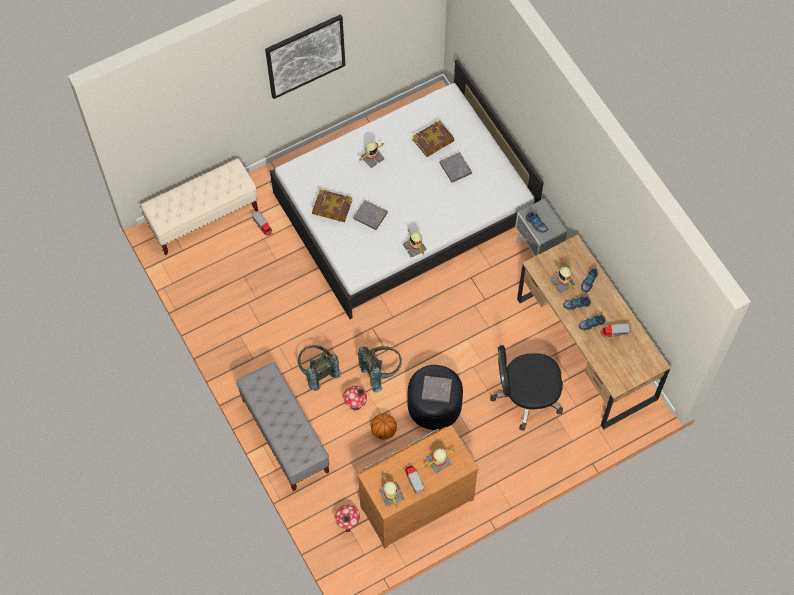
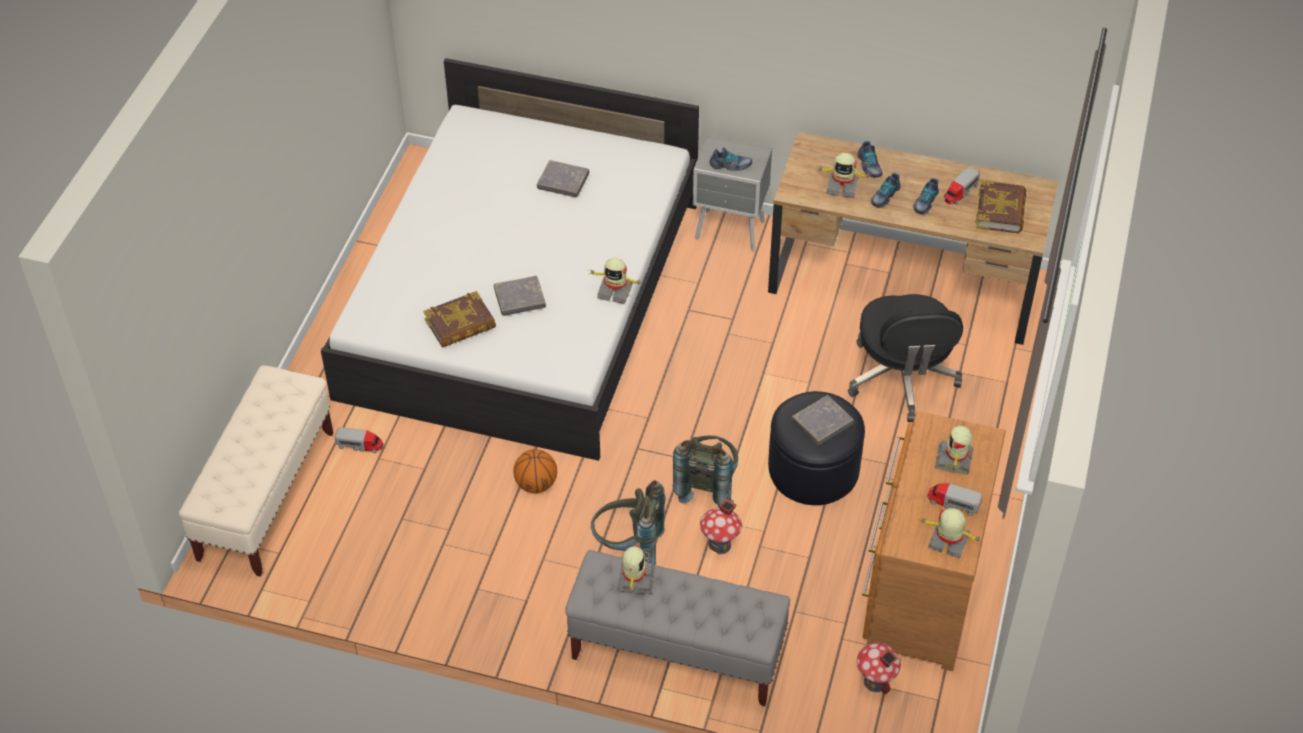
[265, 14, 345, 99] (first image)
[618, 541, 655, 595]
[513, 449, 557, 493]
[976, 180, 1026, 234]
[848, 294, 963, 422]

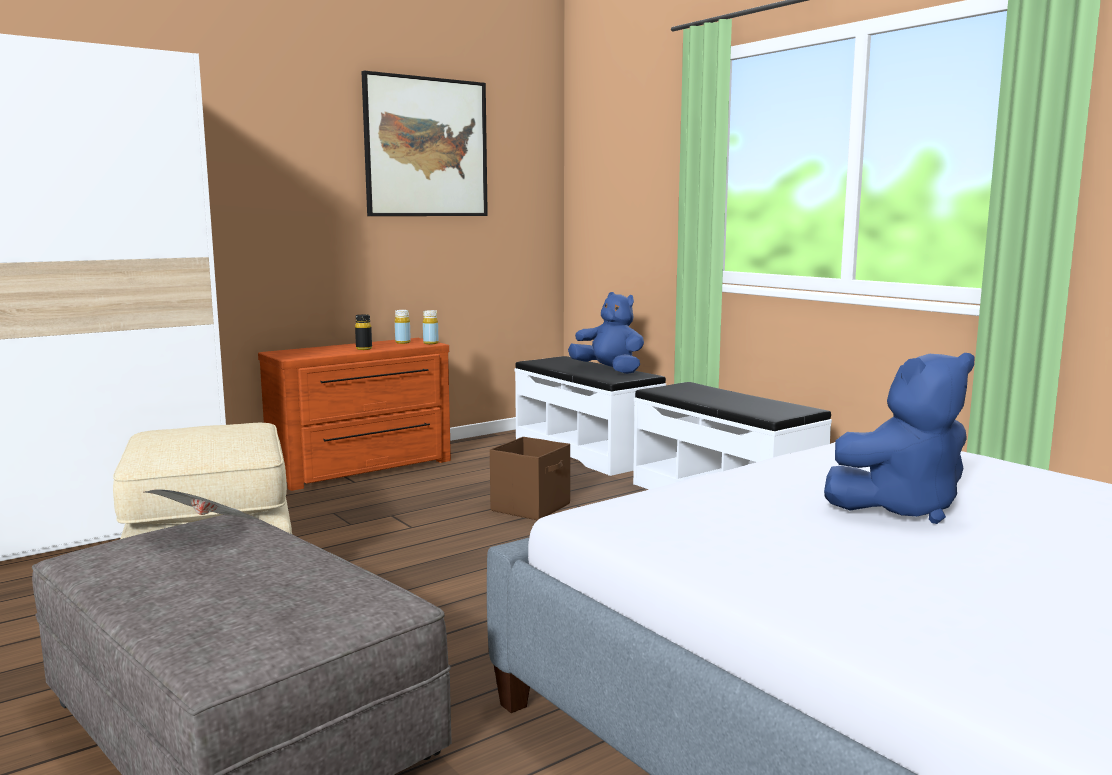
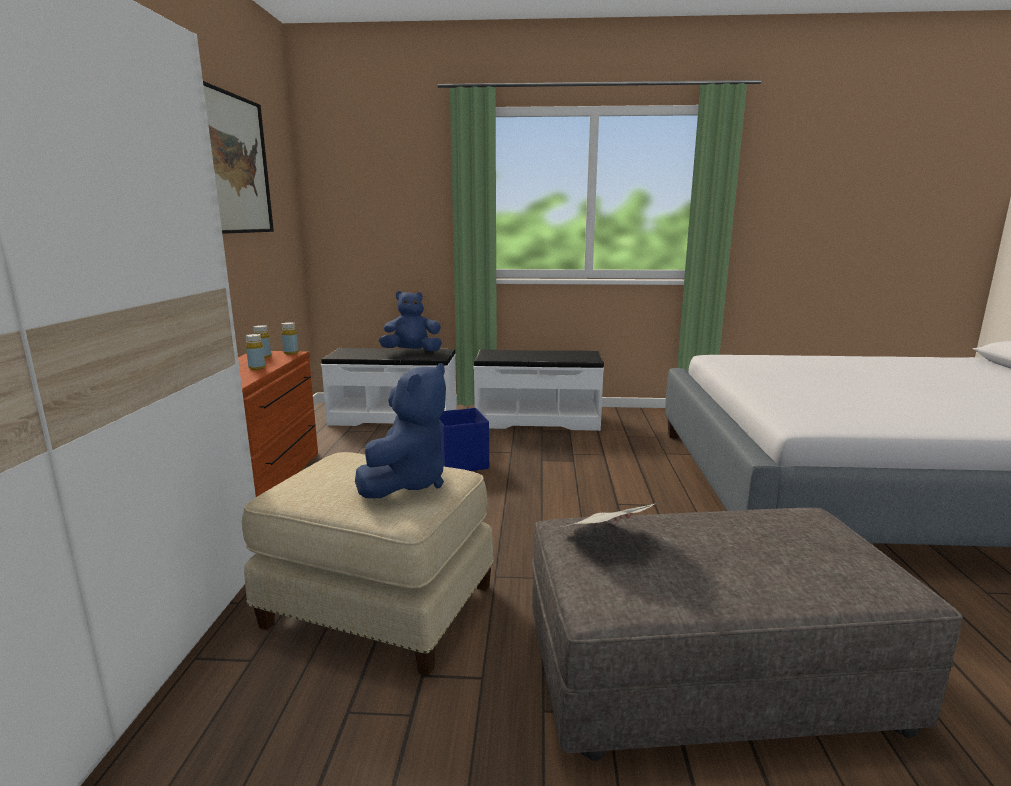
[246, 334, 265, 370]
[439, 408, 489, 471]
[355, 363, 446, 498]

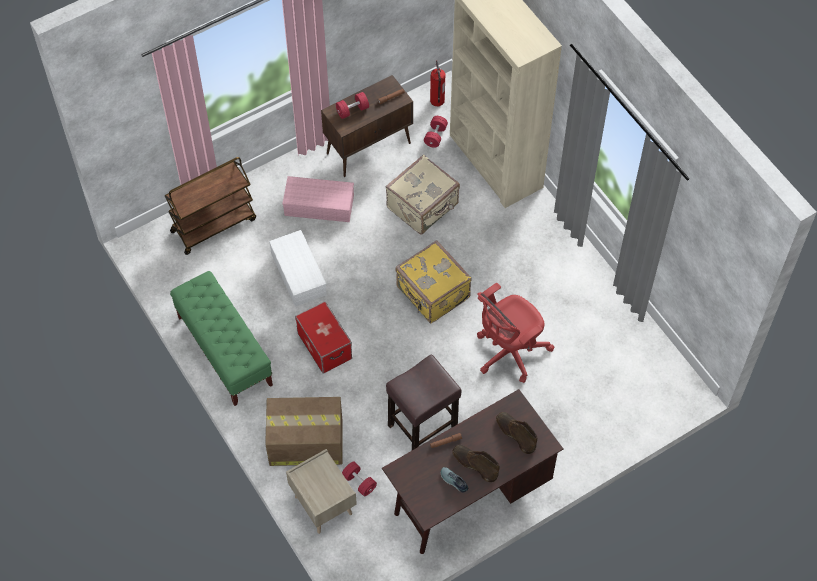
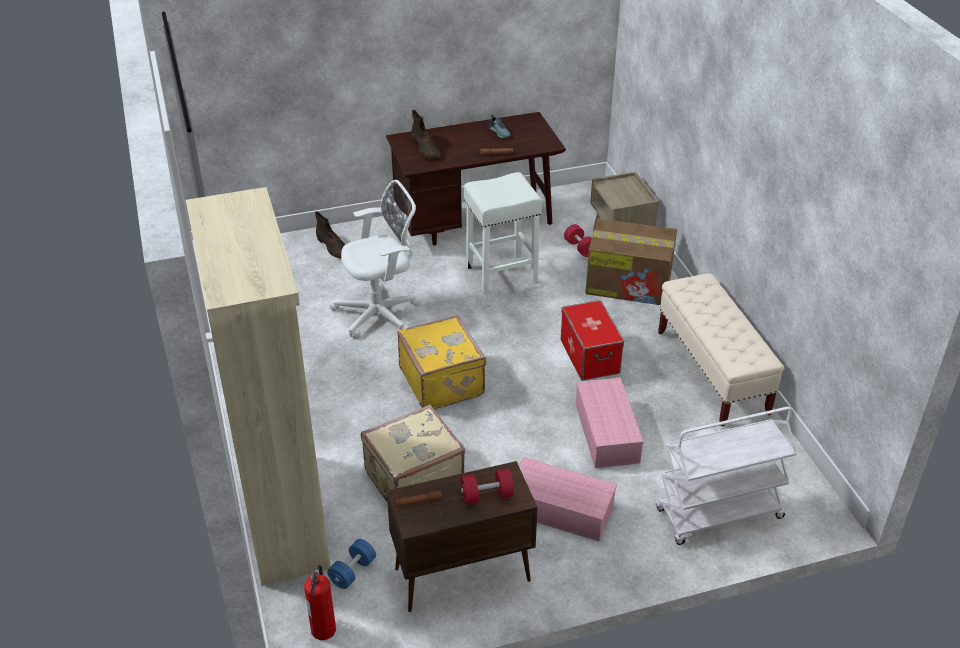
[656, 407, 797, 545]
[658, 273, 785, 426]
[576, 378, 644, 468]
[464, 172, 542, 294]
[327, 539, 376, 589]
[315, 211, 345, 258]
[329, 180, 421, 339]

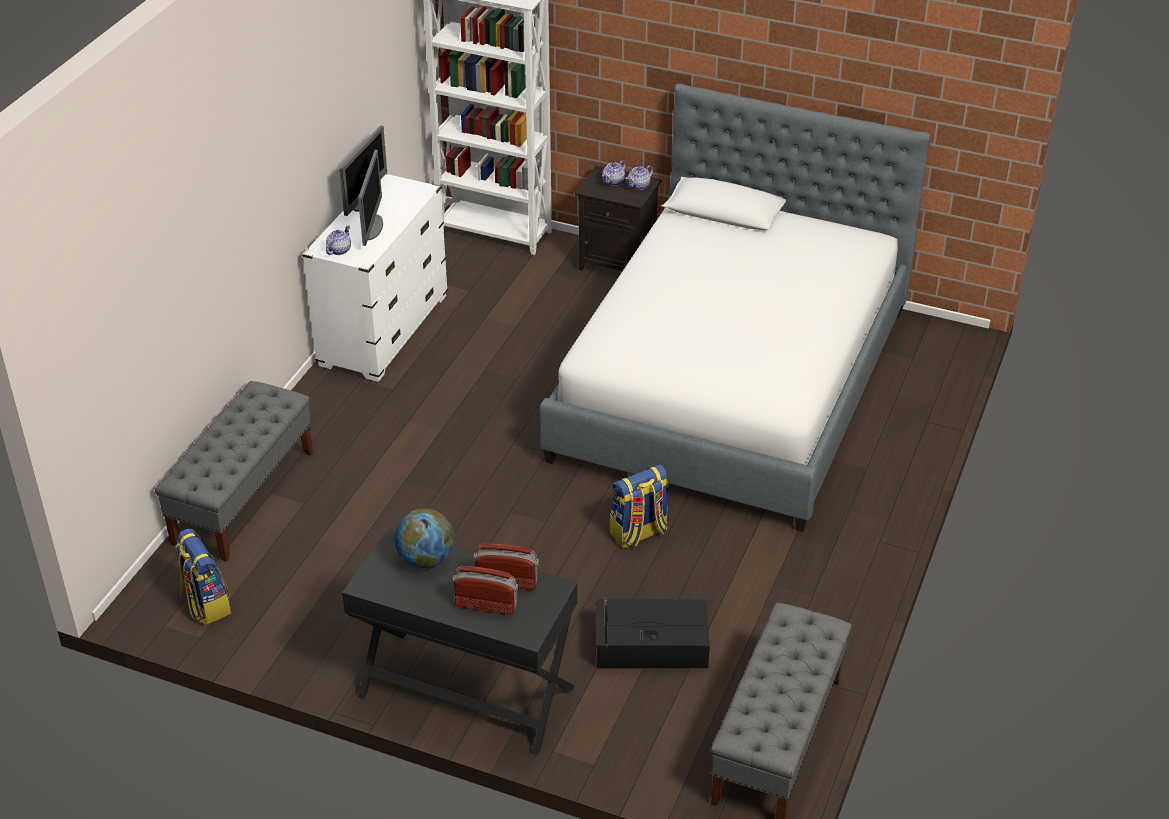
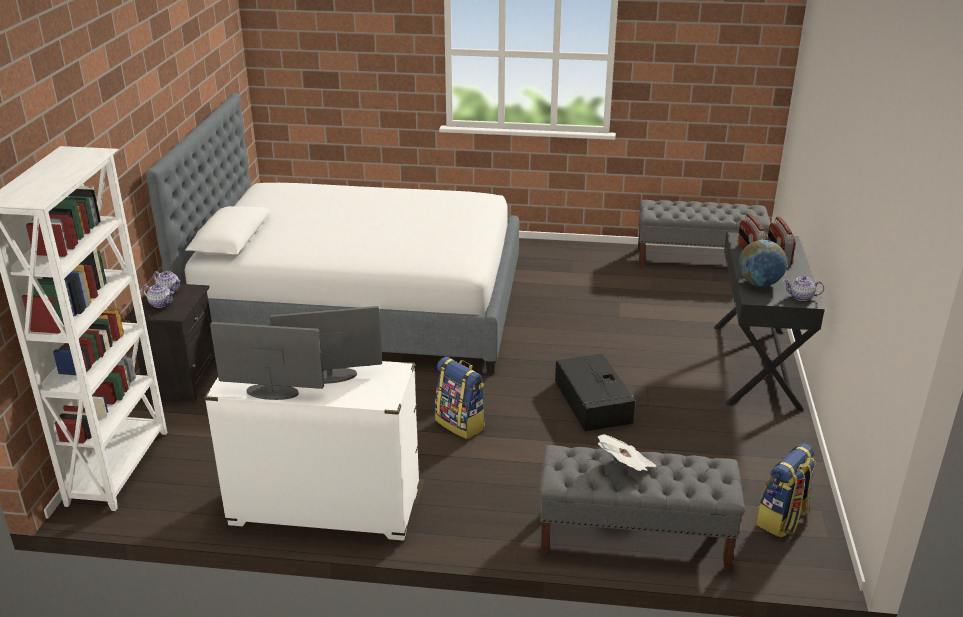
[783, 276, 824, 301]
[555, 354, 636, 431]
[435, 357, 485, 439]
[597, 434, 656, 471]

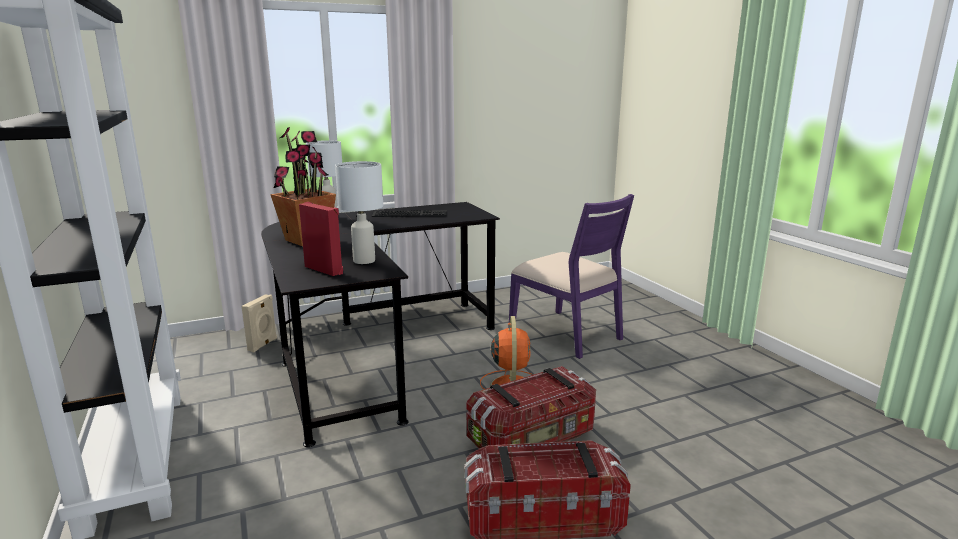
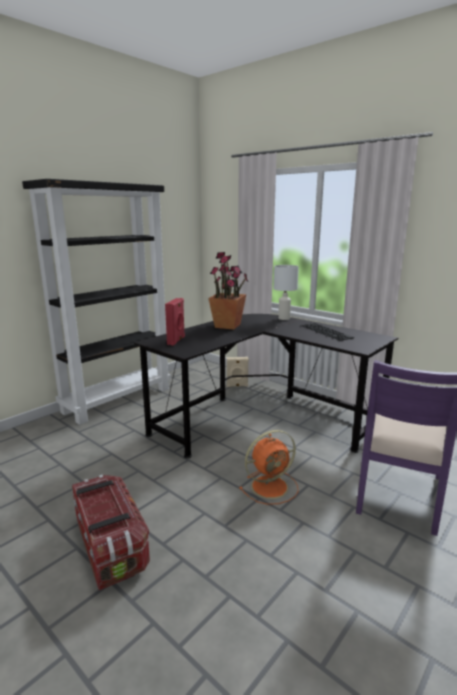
[335, 161, 383, 264] (first image)
[466, 366, 596, 448] (first image)

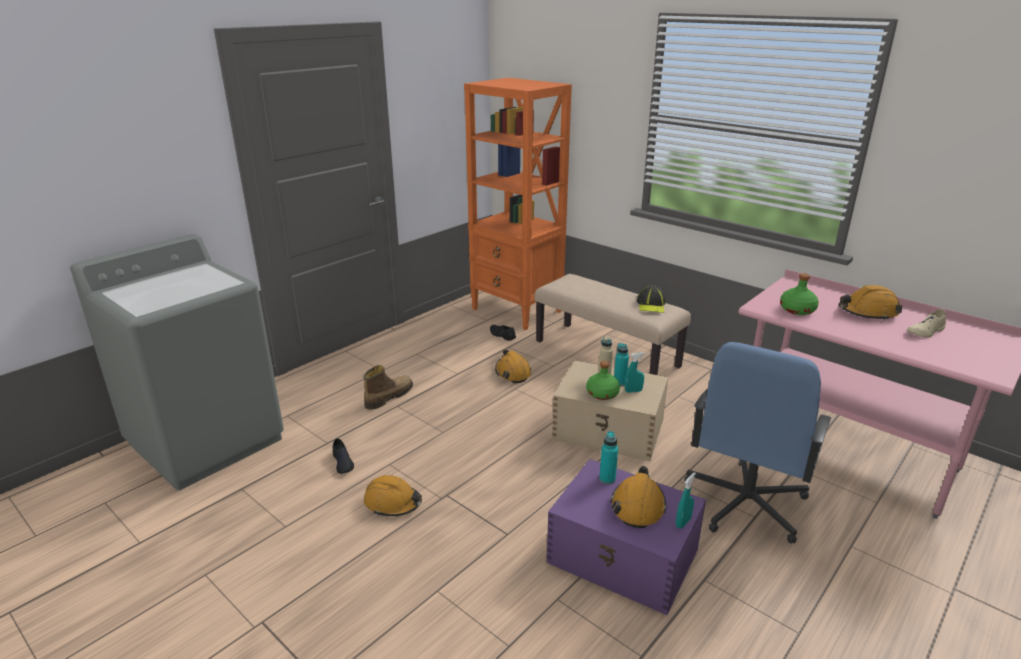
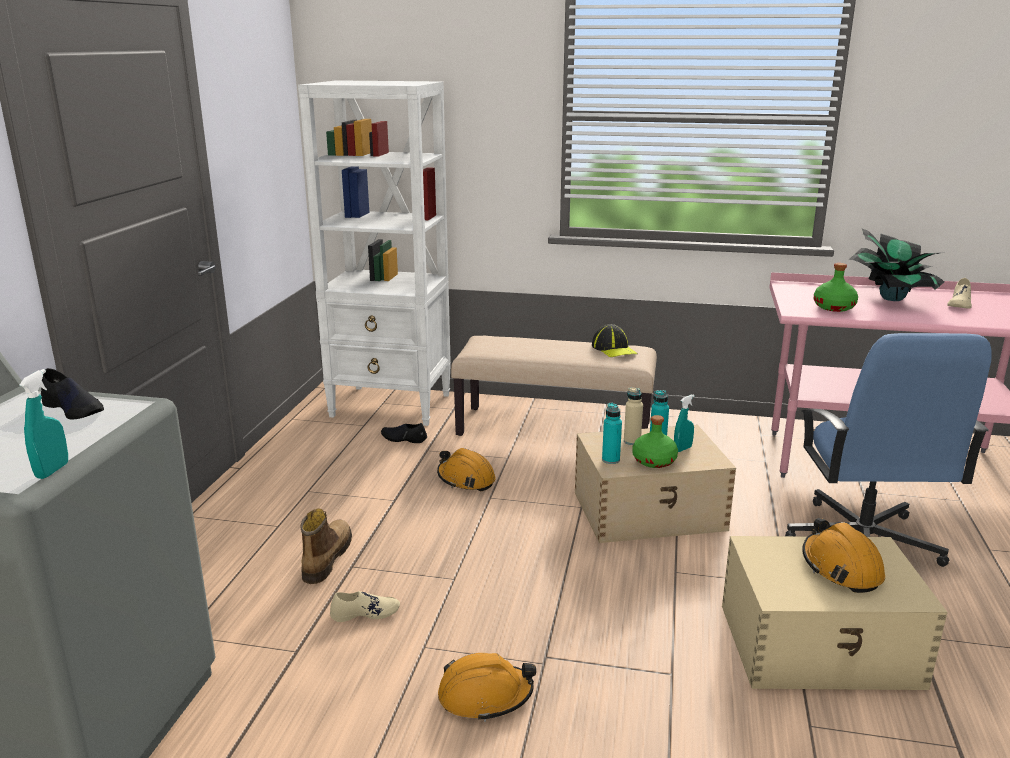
[41, 368, 104, 419]
[298, 80, 451, 426]
[722, 536, 948, 690]
[602, 403, 622, 464]
[20, 369, 68, 479]
[849, 229, 944, 301]
[330, 591, 400, 622]

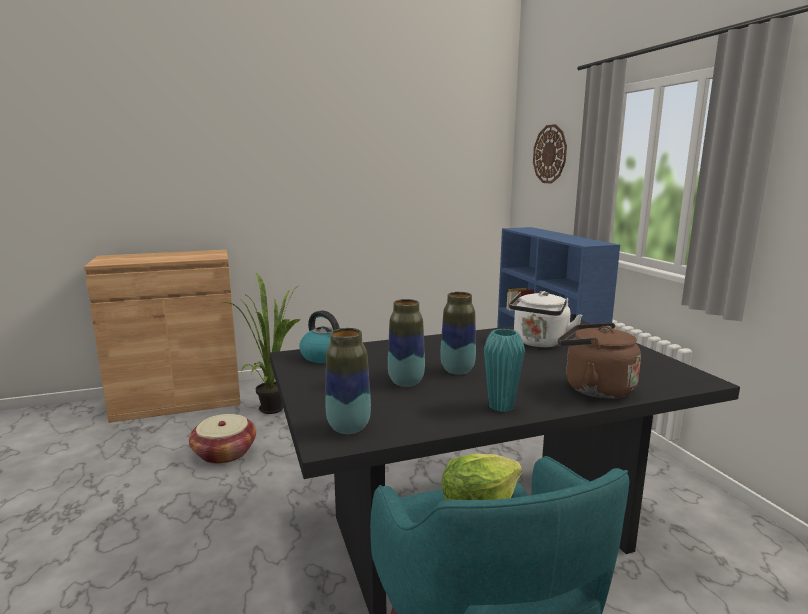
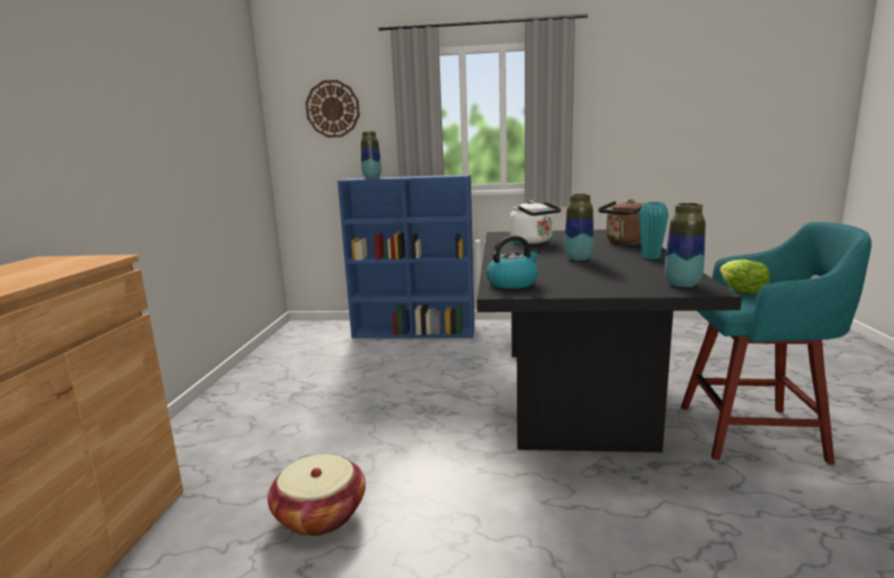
[223, 273, 301, 414] (first image)
[361, 131, 382, 179]

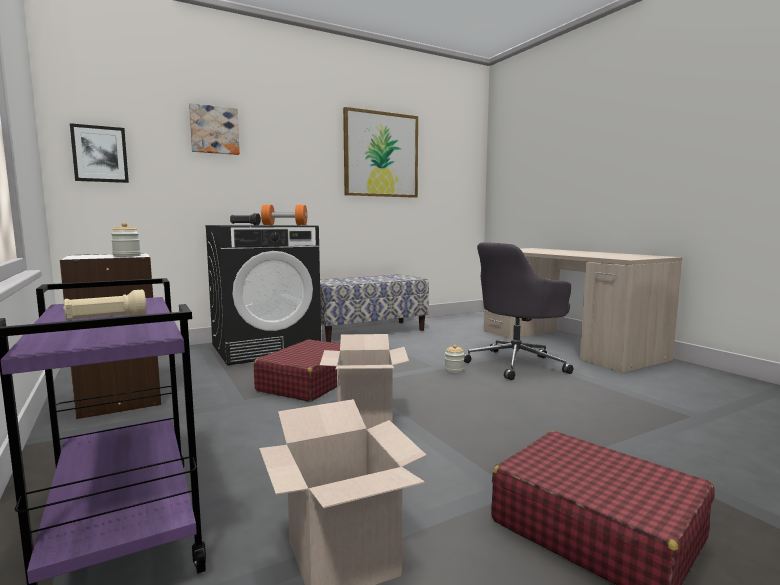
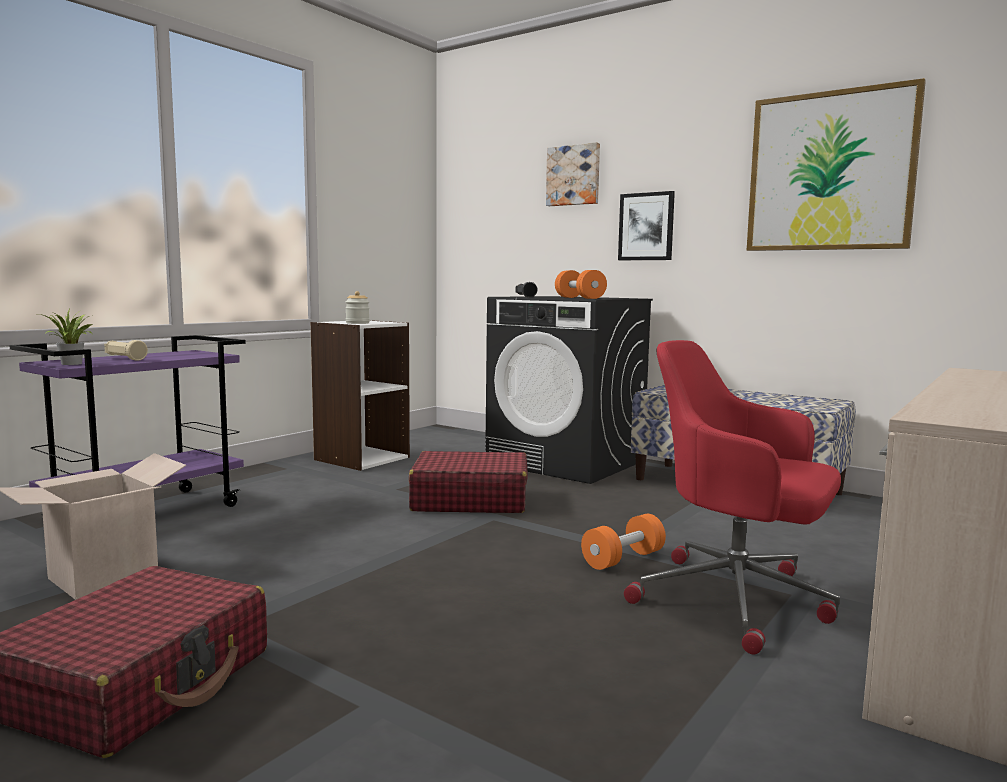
[618, 191, 675, 260]
[320, 334, 409, 429] (first image)
[581, 514, 666, 570]
[624, 340, 841, 655]
[37, 309, 93, 365]

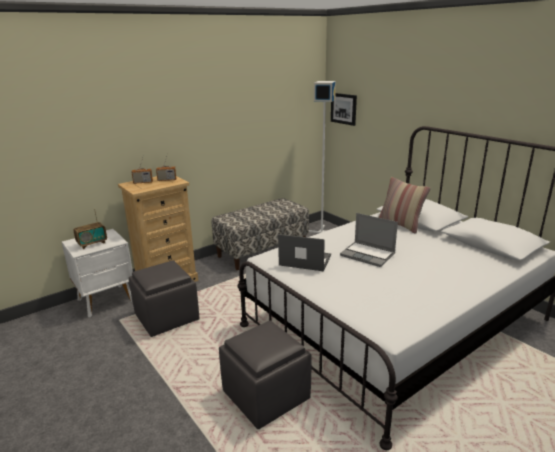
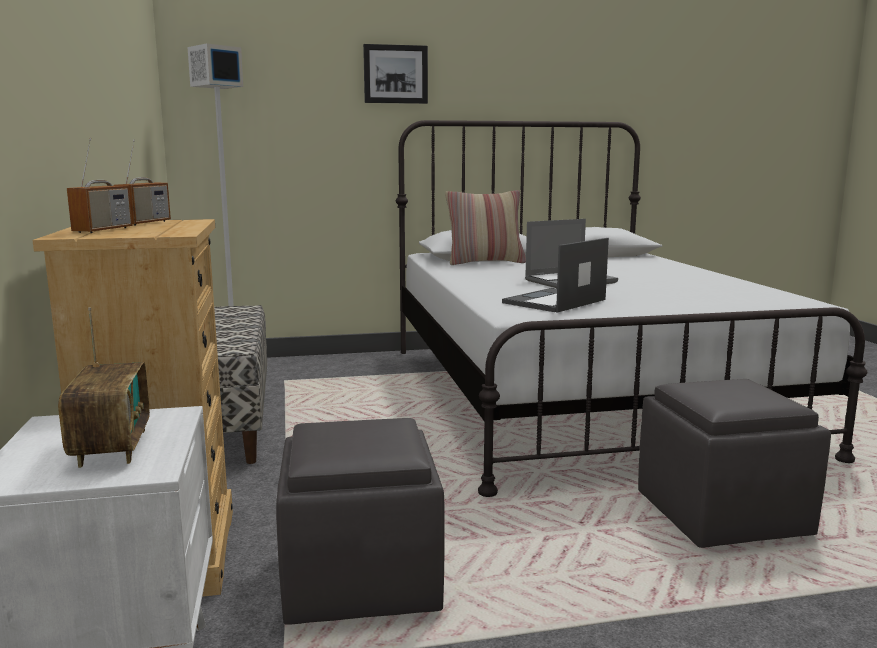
[363, 44, 428, 104]

